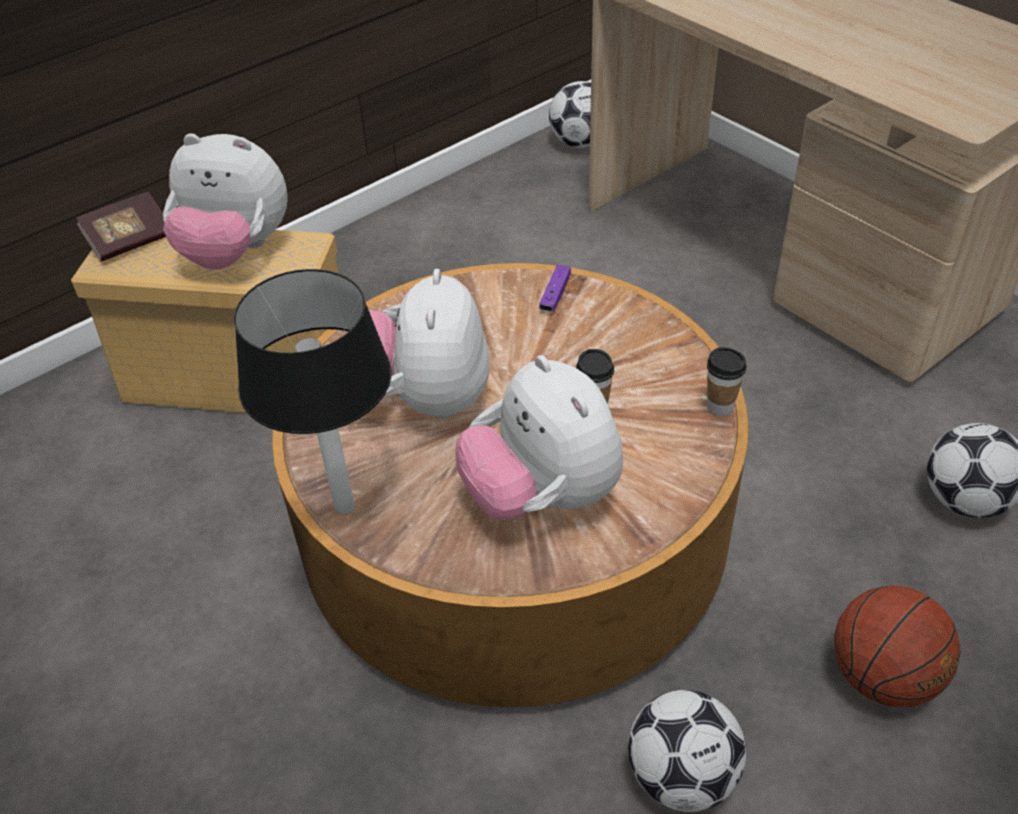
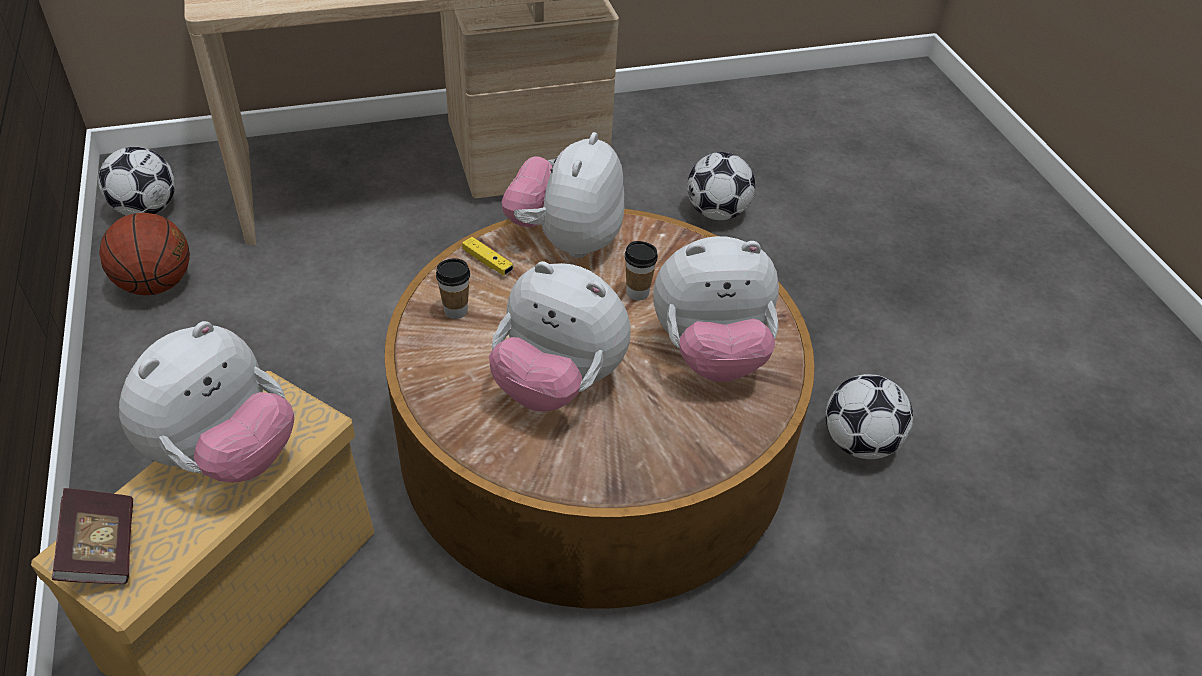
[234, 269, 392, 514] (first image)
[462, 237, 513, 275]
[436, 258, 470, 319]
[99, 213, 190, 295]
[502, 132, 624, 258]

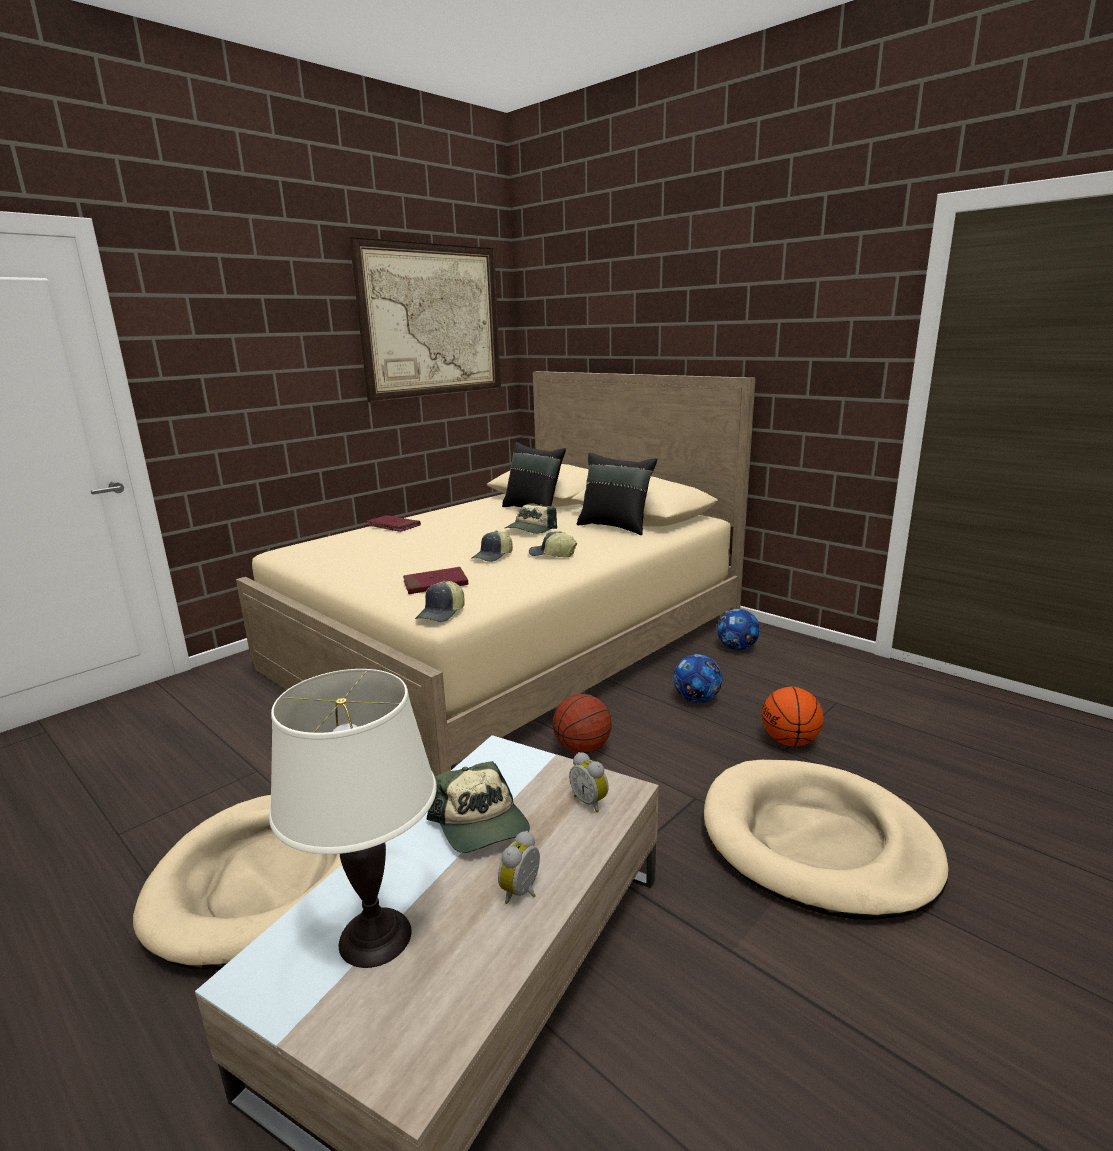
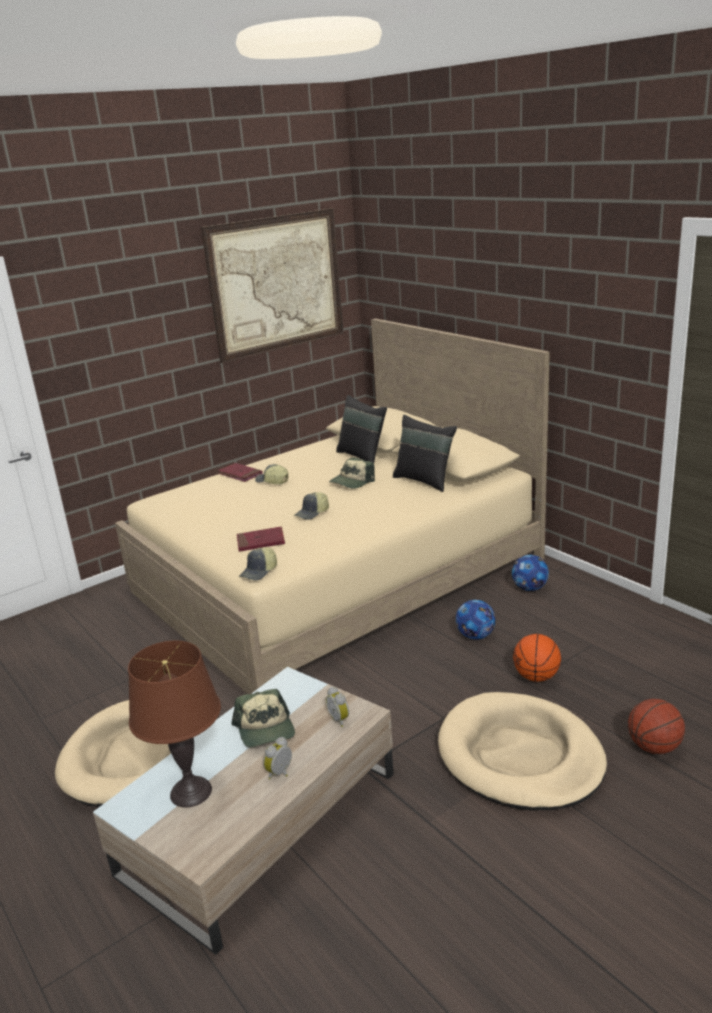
[128, 641, 221, 808]
[255, 464, 289, 484]
[628, 699, 685, 754]

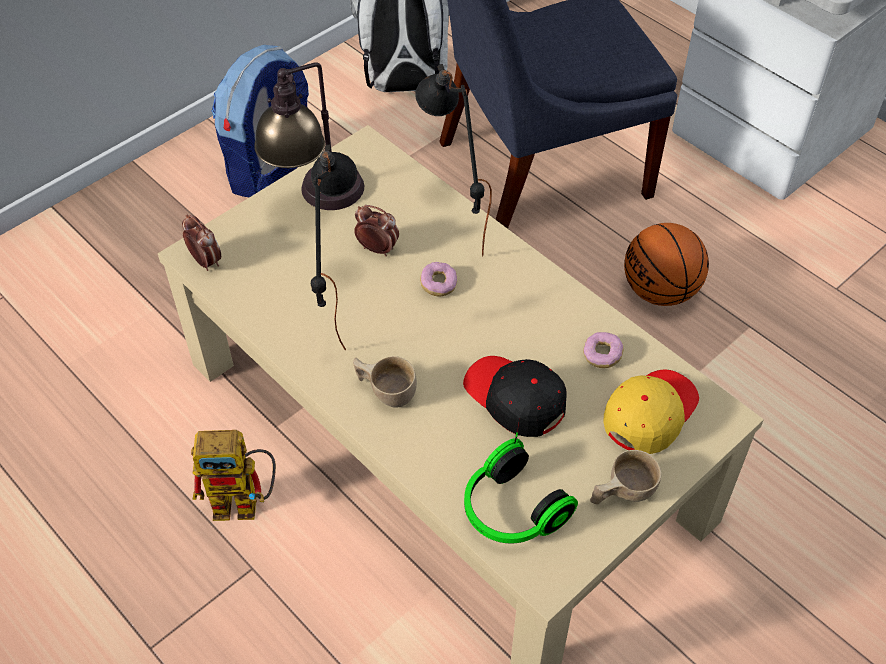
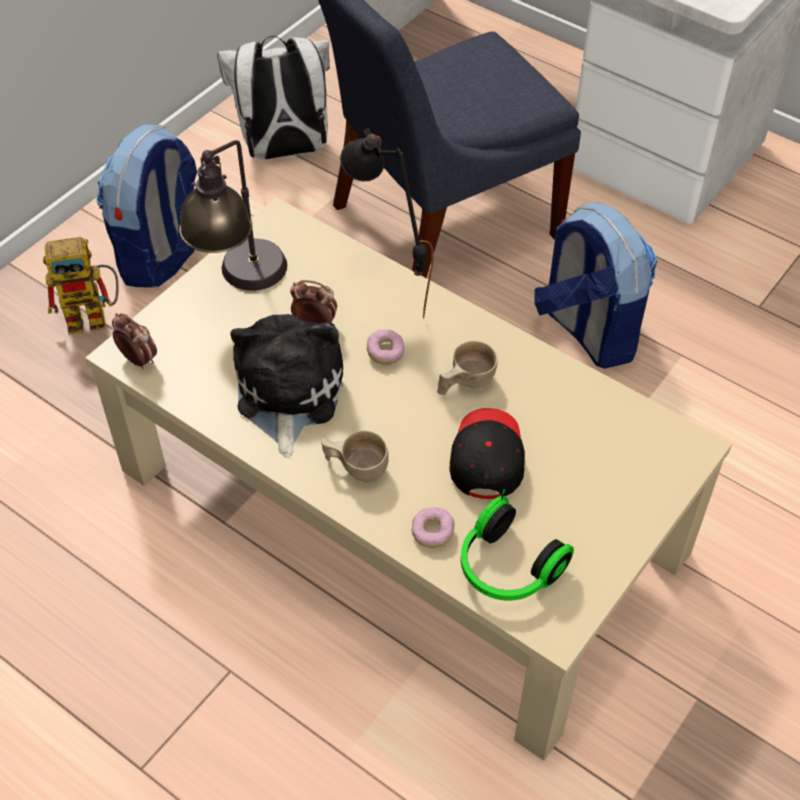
[43, 237, 119, 334]
[230, 314, 343, 458]
[450, 408, 525, 499]
[411, 508, 454, 548]
[437, 341, 498, 395]
[603, 370, 699, 454] (first image)
[534, 202, 658, 369]

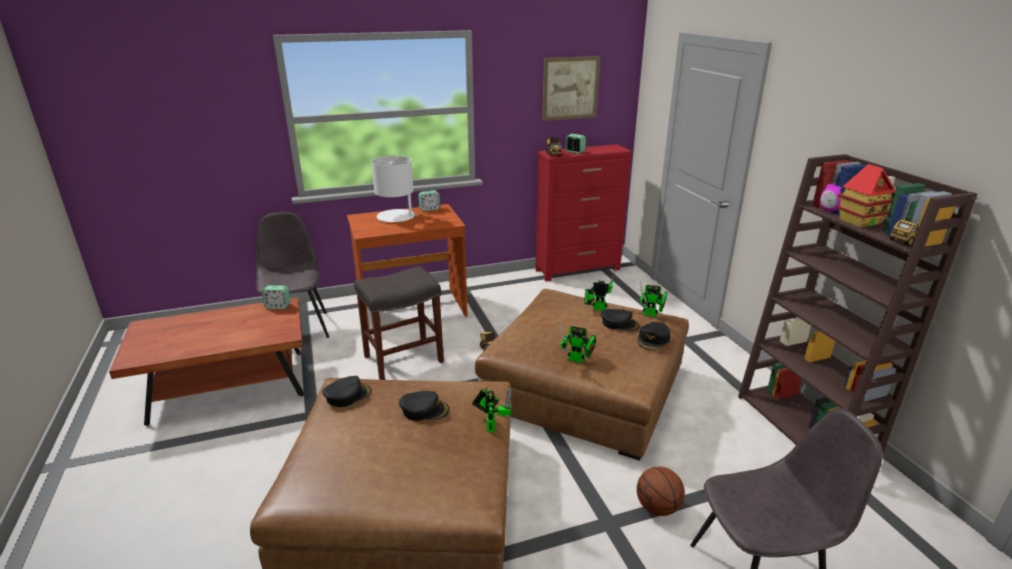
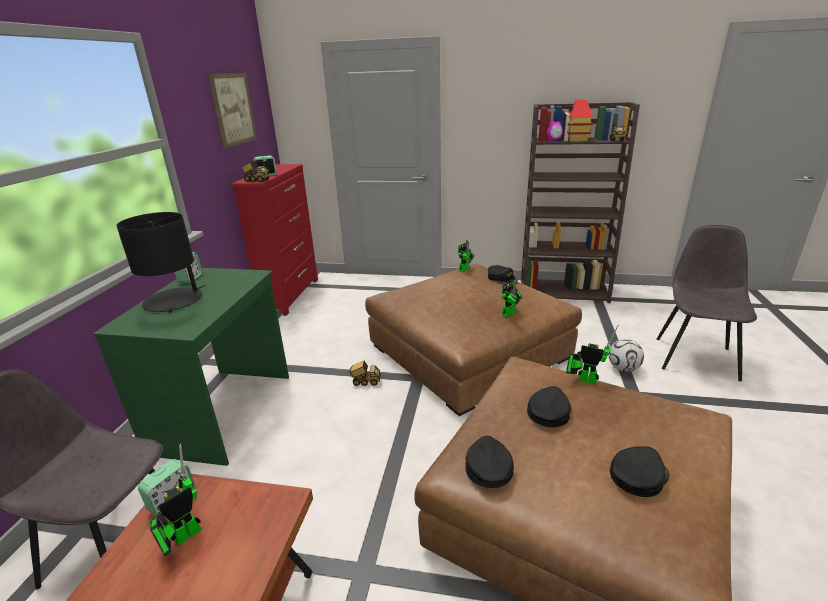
[93, 268, 289, 466]
[354, 266, 444, 380] (first image)
[116, 212, 206, 313]
[150, 443, 202, 556]
[610, 446, 669, 497]
[608, 339, 644, 372]

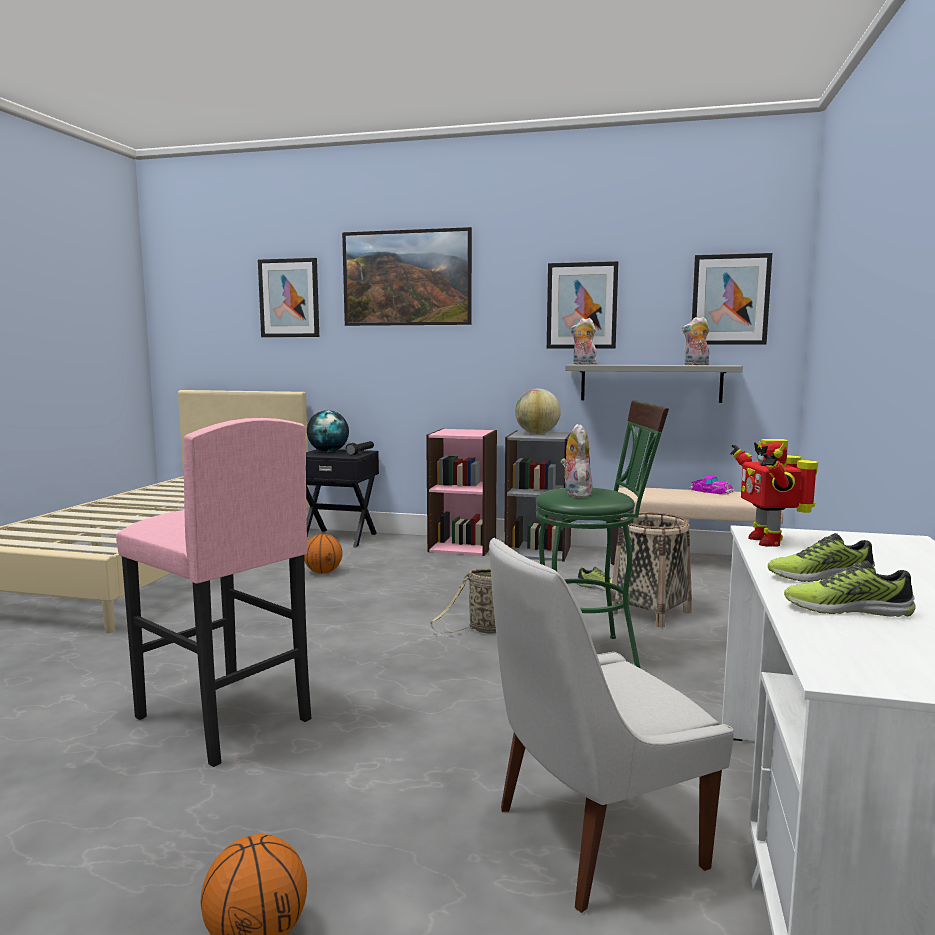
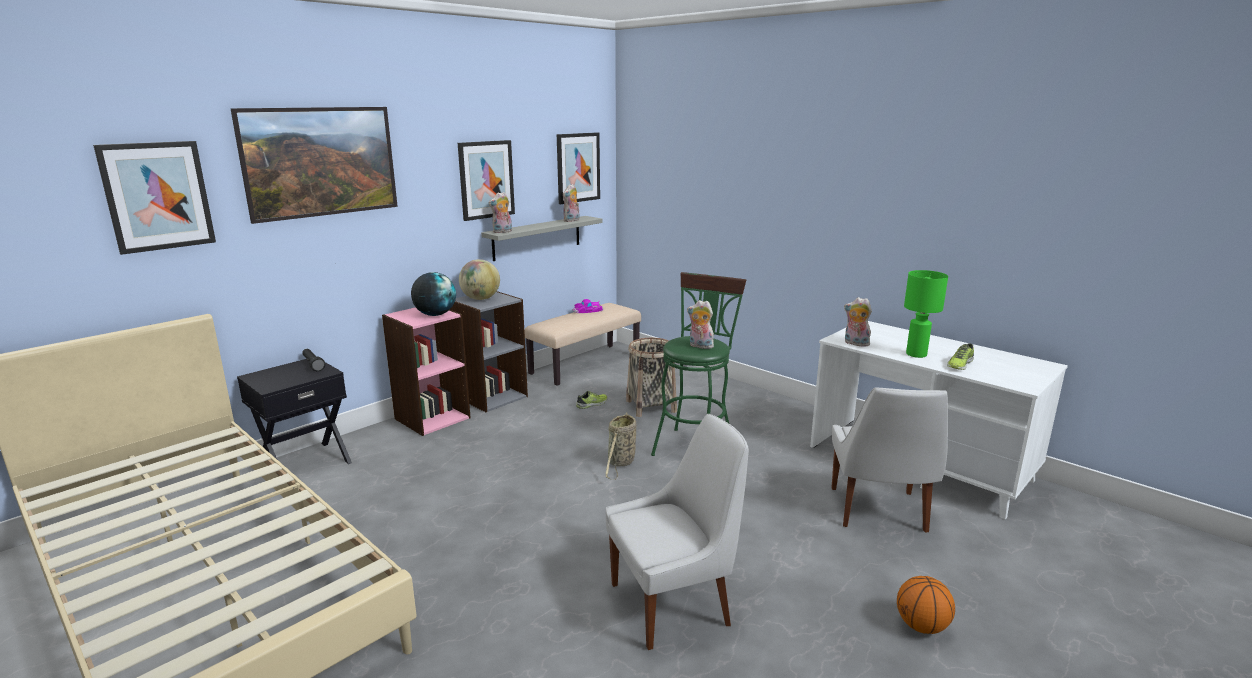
[606, 414, 749, 650]
[304, 534, 343, 574] (first image)
[411, 272, 456, 316]
[844, 297, 872, 347]
[904, 270, 948, 358]

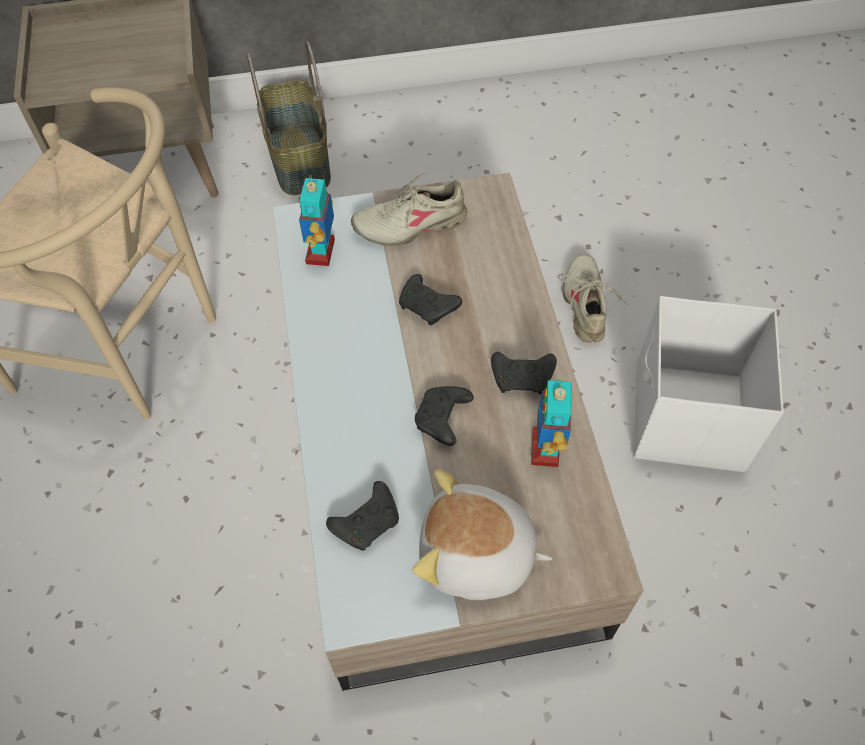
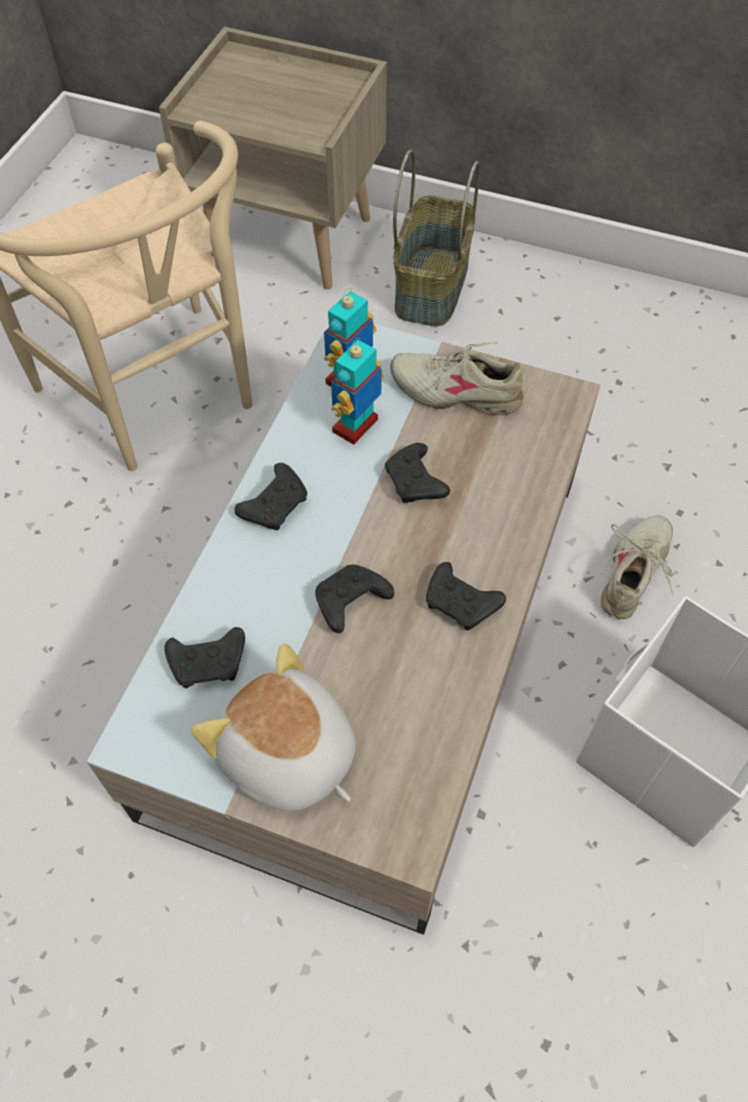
[331, 338, 385, 445]
[234, 463, 307, 530]

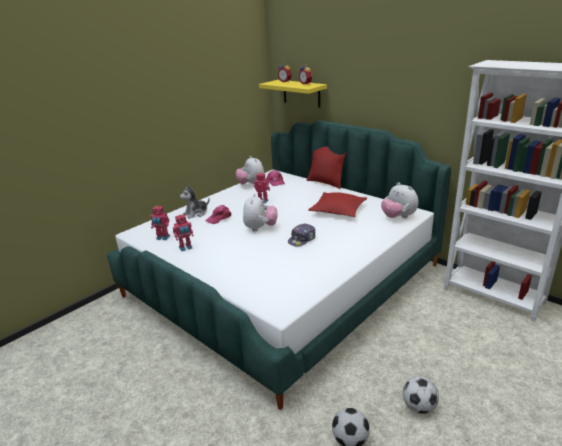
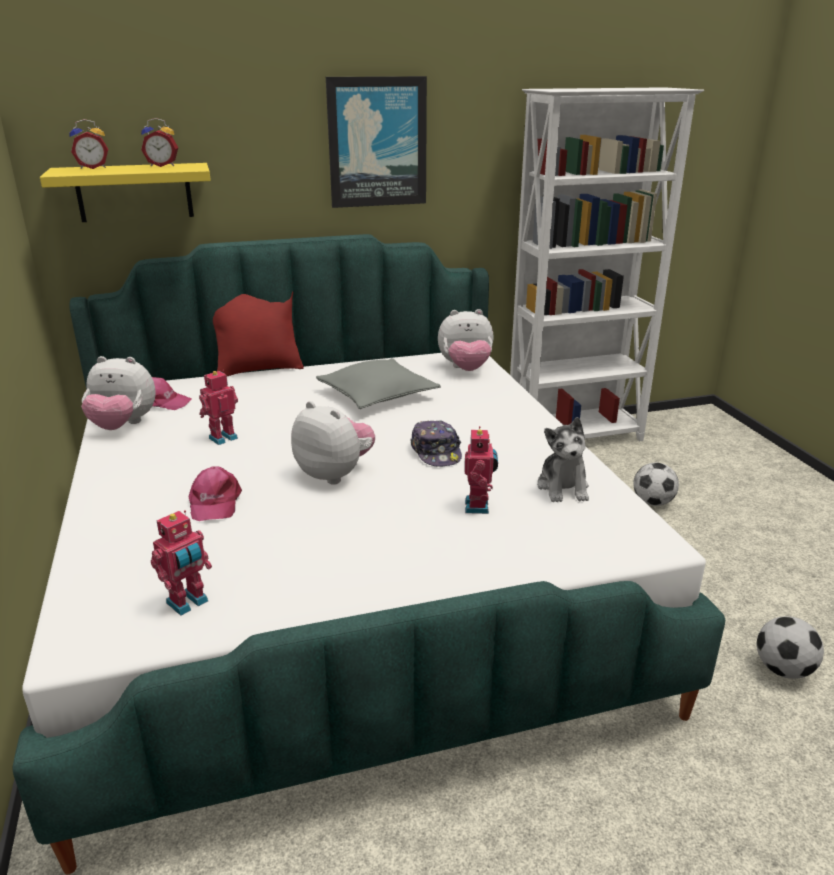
[465, 426, 498, 514]
[537, 417, 589, 502]
[316, 358, 441, 409]
[633, 462, 679, 506]
[326, 76, 427, 208]

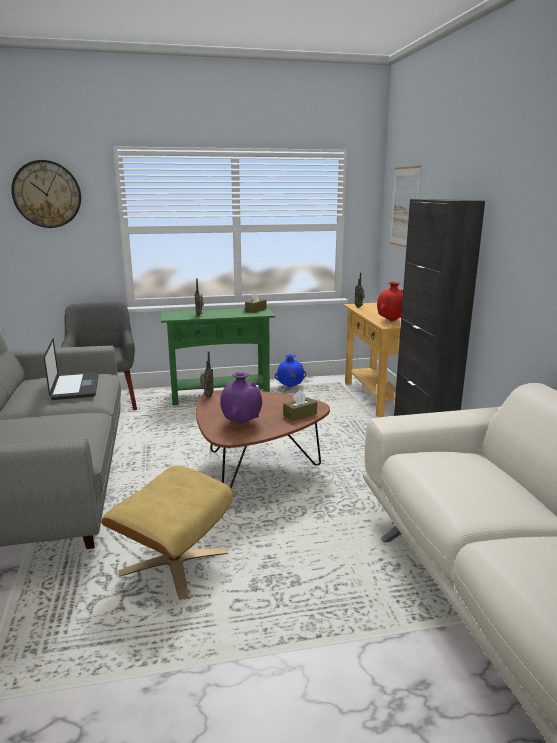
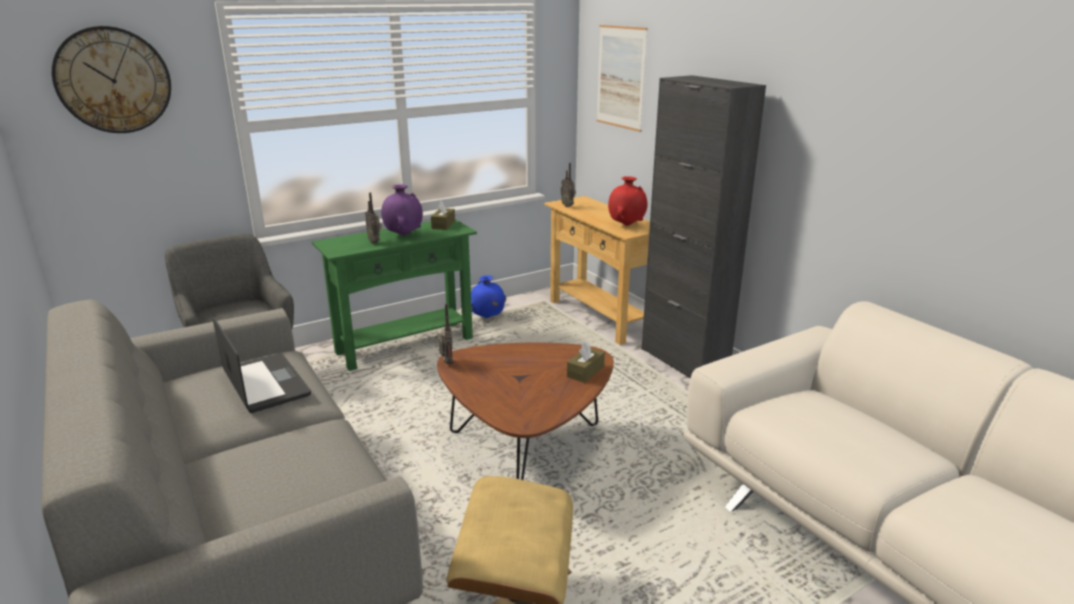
[381, 184, 423, 236]

